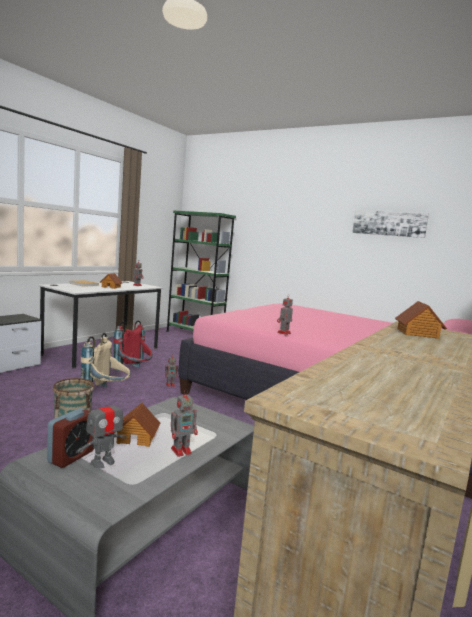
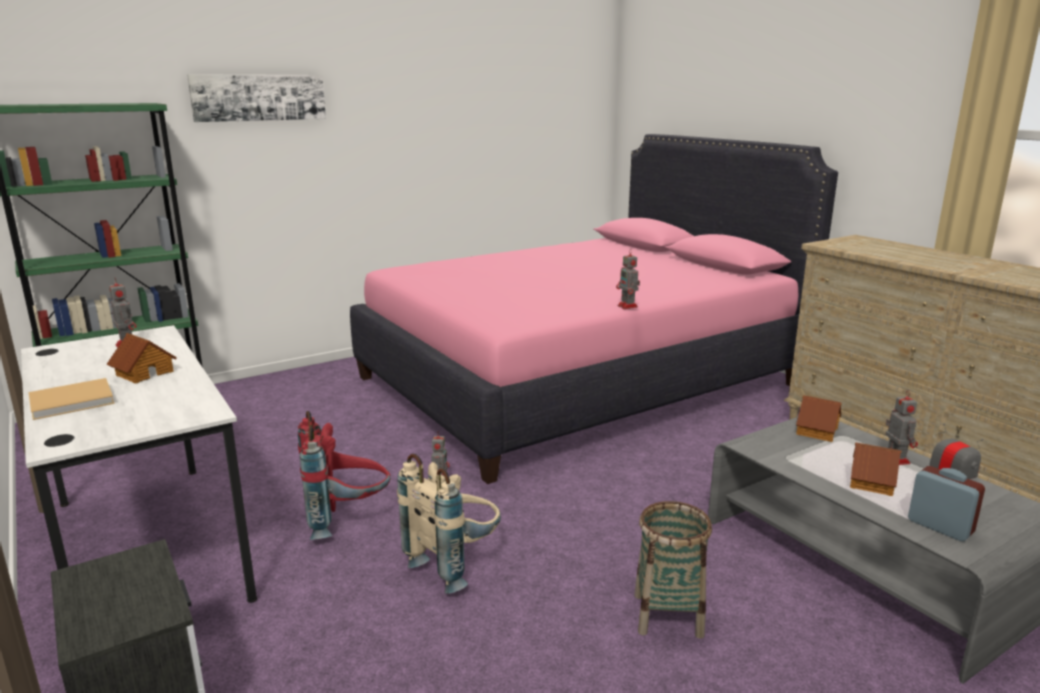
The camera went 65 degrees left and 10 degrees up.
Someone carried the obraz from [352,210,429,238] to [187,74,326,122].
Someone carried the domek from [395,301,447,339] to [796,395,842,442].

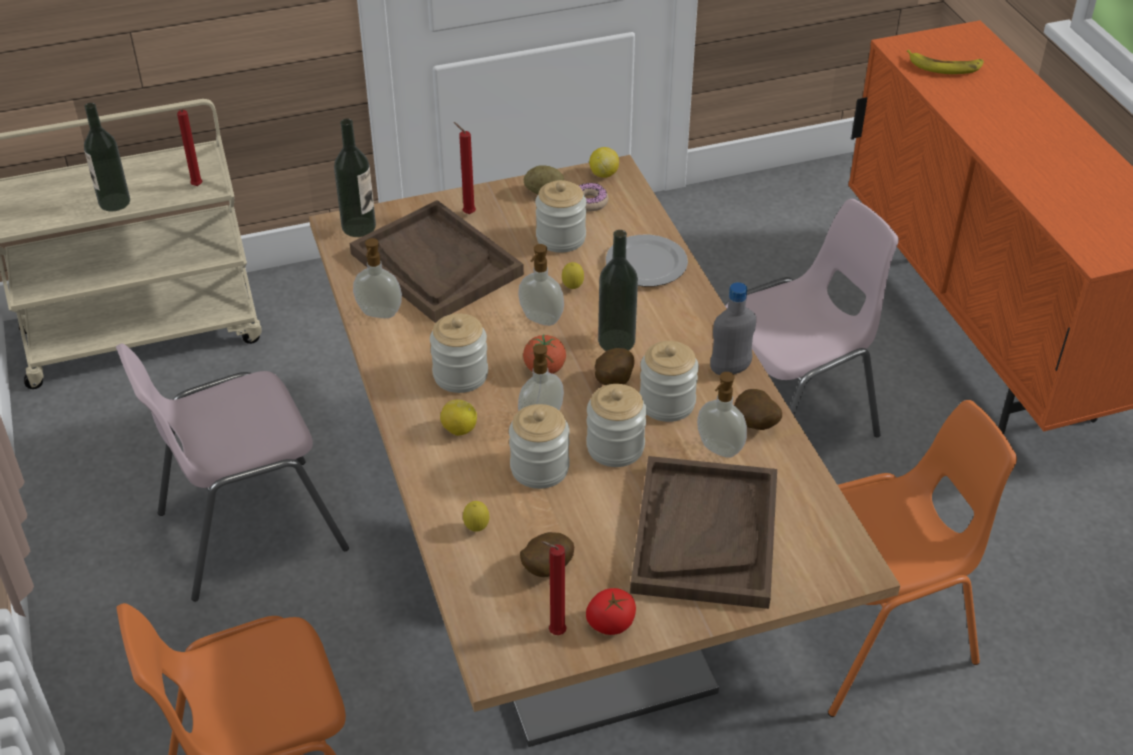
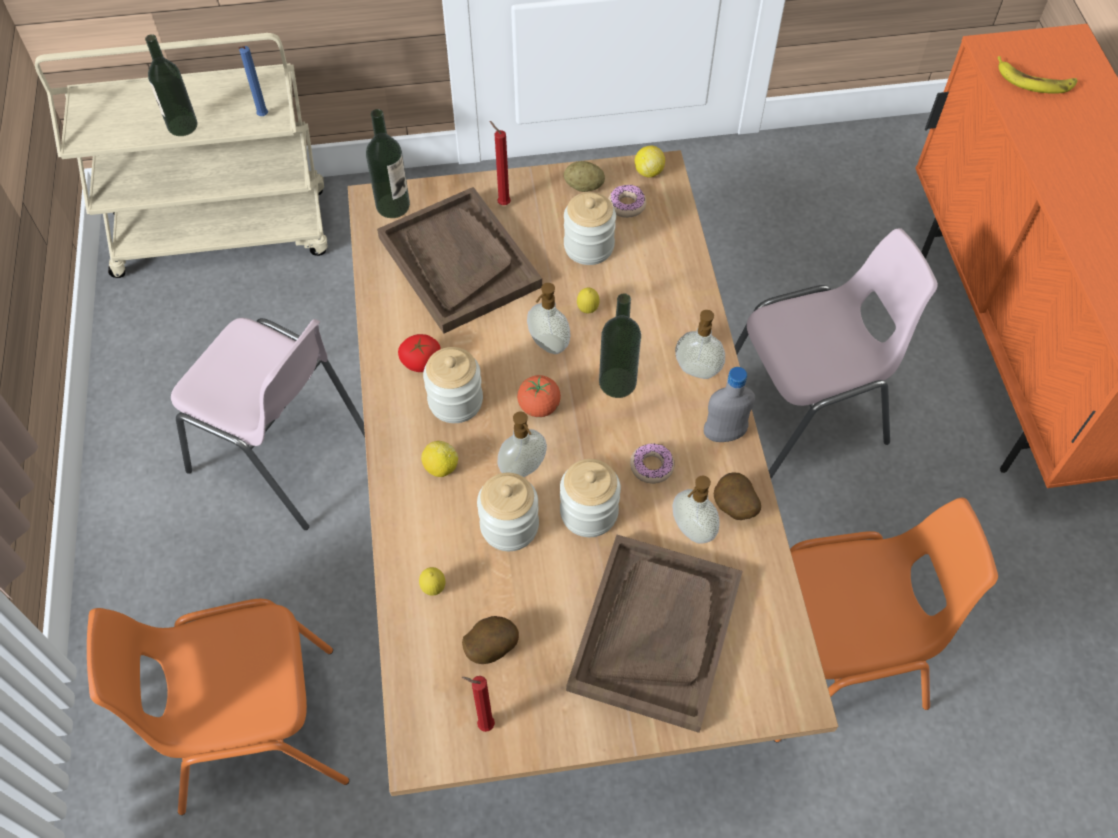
The camera went 10 degrees right and 15 degrees up.
Someone rotated the krzesło/różowy at [116,343,349,601] by 135 degrees counterclockwise.
Someone repainted the świeca/czerwony at [177,109,202,186], which became the świeca/niebieski at [238,46,268,116].
Someone carried the dozownik mydła from [353,238,402,318] to [675,310,725,379].
Someone carried the pomidor from [586,588,636,635] to [398,334,440,372].
Someone took away the ziemniak at [595,348,635,385].
Someone took away the talerz at [606,235,688,287].
Someone swapped the słoik at [639,341,699,422] for the donut at [630,443,675,484].

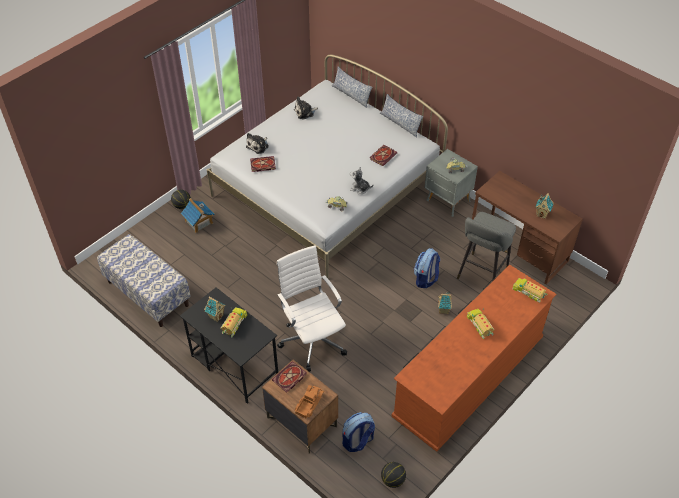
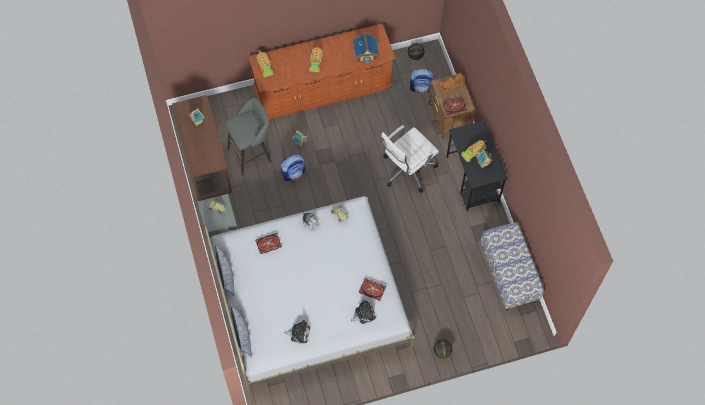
The camera went 150 degrees left and 15 degrees up.
Someone carried the domek from [181,198,214,233] to [353,32,379,64].
Someone rotated the krzesło biurowe/biały at [277,245,347,372] by 45 degrees clockwise.

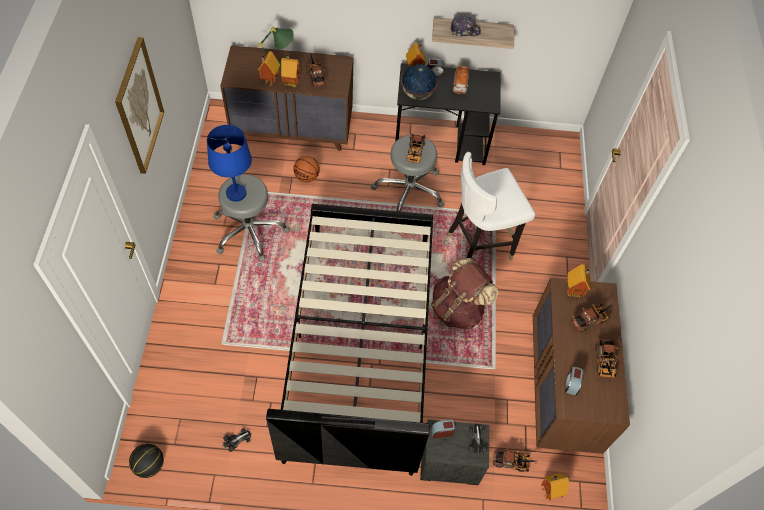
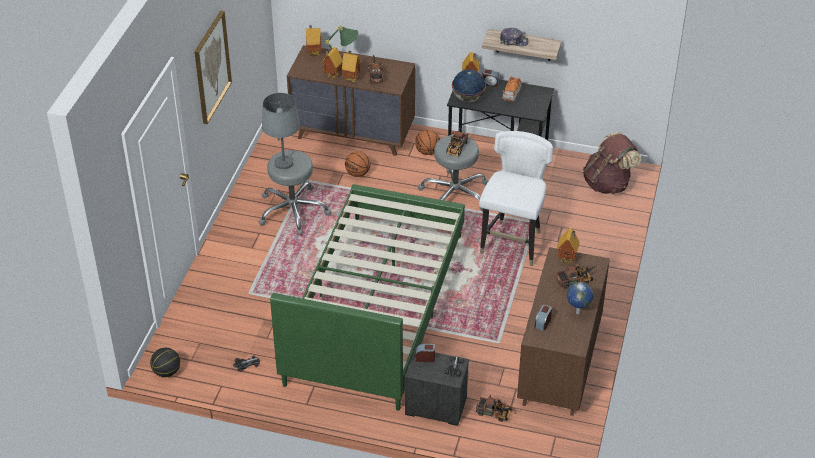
The camera went 15 degrees right and 15 degrees down.
Someone repainted the lampa stołowa/niebieski at [207,125,252,202], which became the lampa stołowa/szary at [262,93,300,169].
Someone repainted the łóżko/czarny at [266,204,433,476], which became the łóżko/zielony at [270,184,465,411].
Someone carried the plecak/brązowy from [431,258,498,330] to [583,132,641,194].
Someone rotated the krzesło/biały at [447,152,535,260] by 120 degrees clockwise.
Someone carried the domek from [541,473,569,500] to [306,25,322,55].
Someone swapped the ciężarówka zabawkowa at [595,339,619,382] for the globus at [567,282,593,314].
Someone put down the piłka do koszykówki at [415,130,440,155].

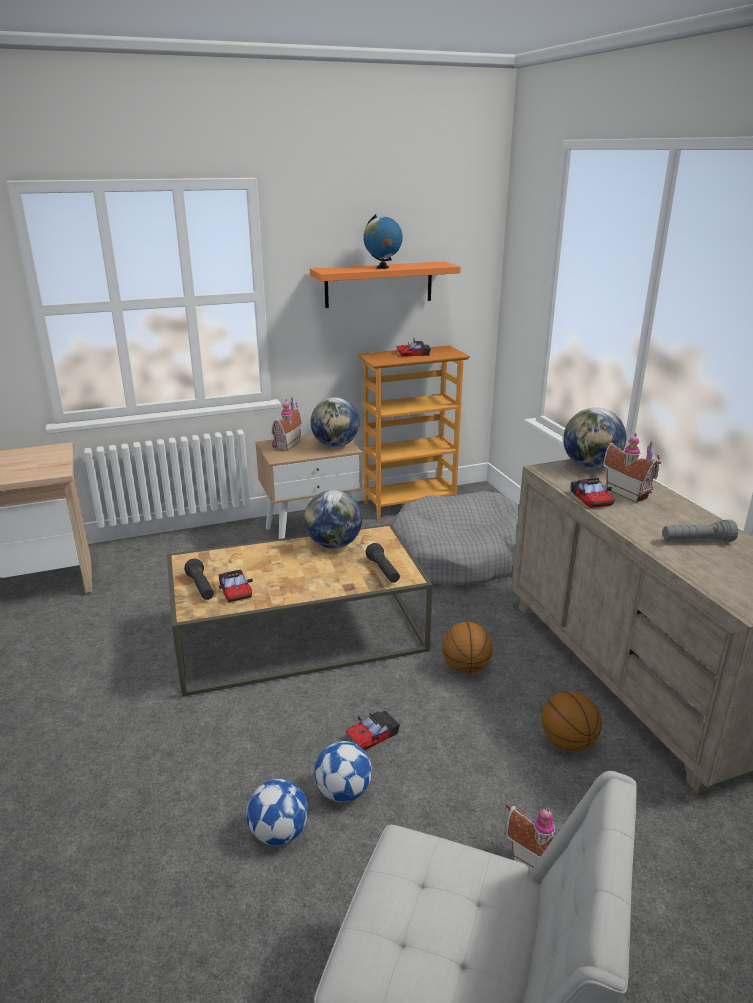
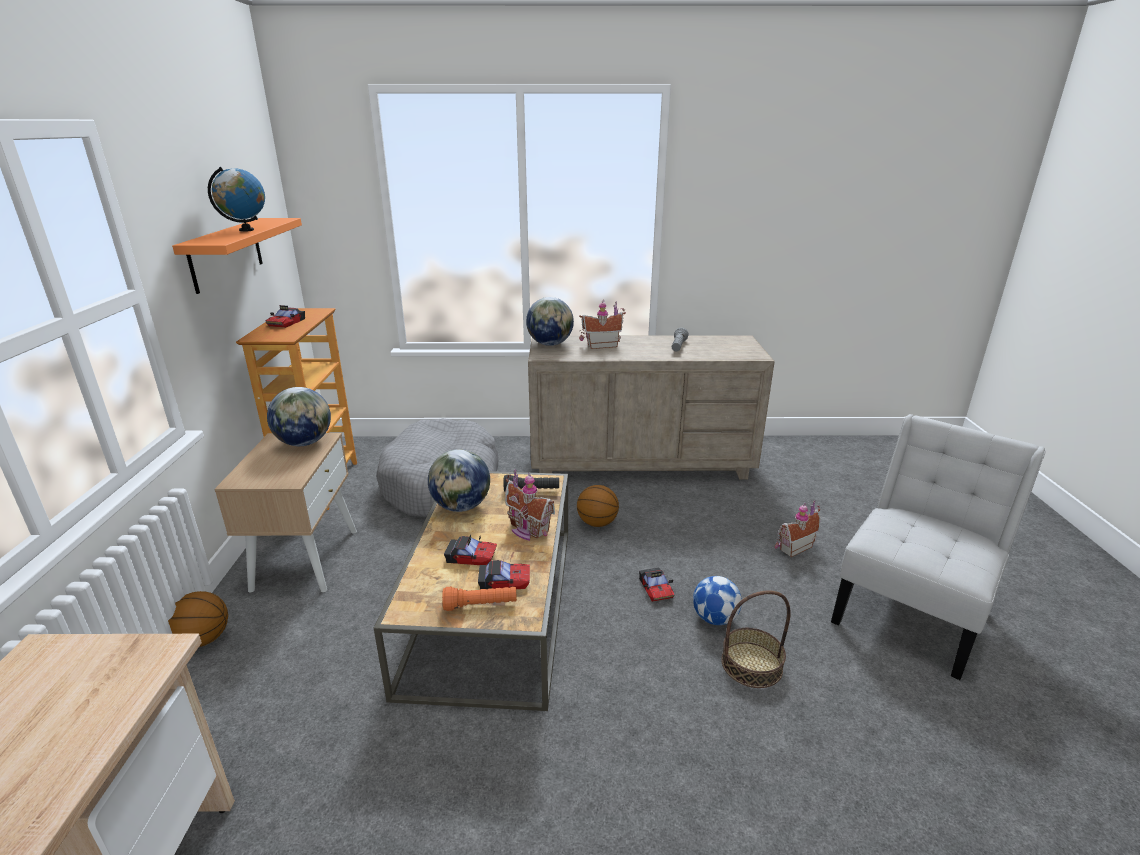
The camera went 70 degrees left and 0 degrees up.
Someone repainted the latarka/czarny at [184,559,214,600], which became the latarka/pomarańczowy at [442,587,517,611].
Someone swapped the piłka futbolowa at [246,779,308,846] for the koszyk at [721,590,791,688].
Someone carried the domek from [272,397,302,451] to [505,469,555,541].
Someone carried the piłka do koszykówki from [542,691,602,752] to [168,591,228,647].
Someone carried the samochodzik from [571,478,615,508] to [444,535,497,565].

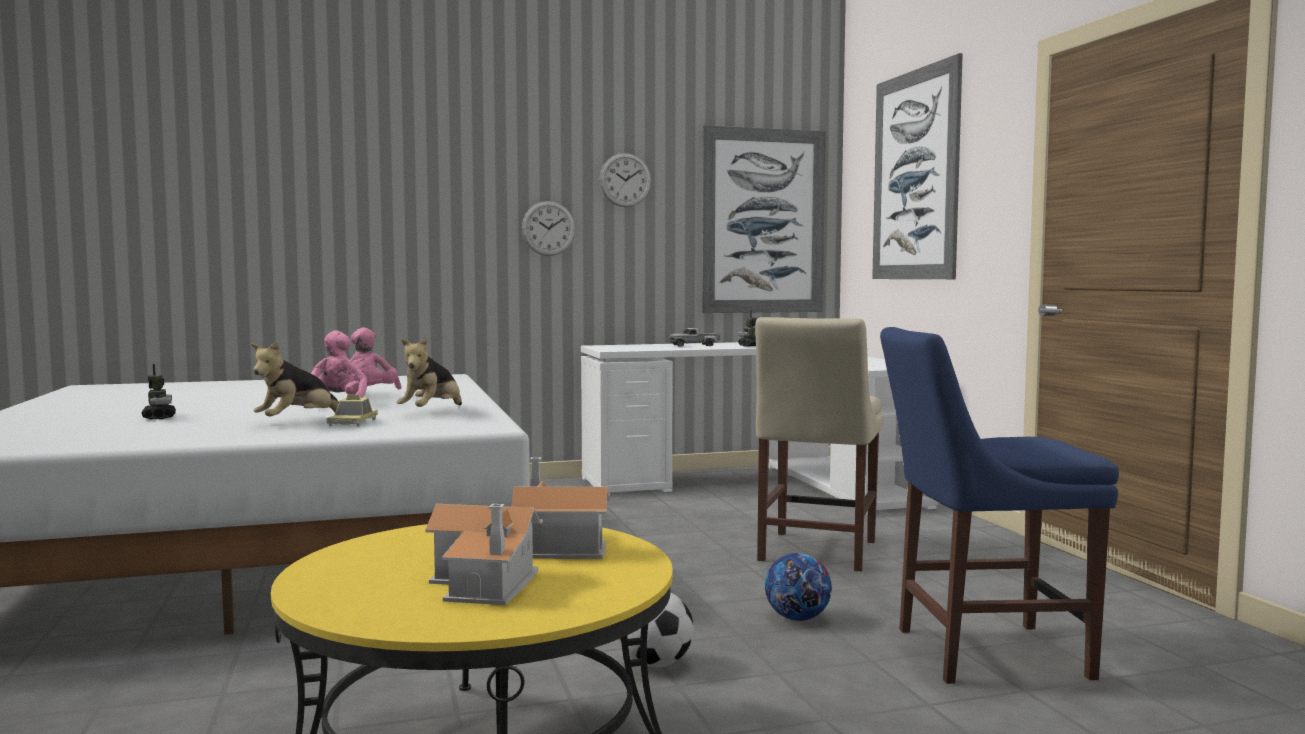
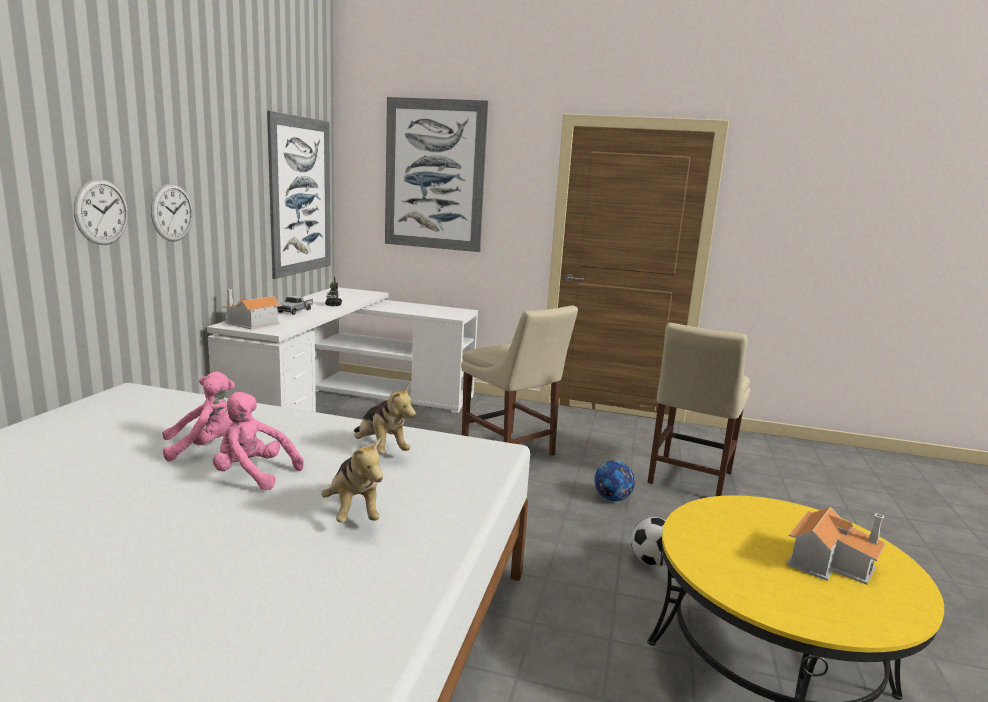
The camera went 60 degrees left and 10 degrees up.
Someone took away the robot zabawkowy at [141,364,176,420].
Someone took away the samochodzik at [326,395,378,426].
Someone rotated the pluszak/różowy at [350,328,401,389] by 60 degrees counterclockwise.
Someone carried the domek from [511,457,609,559] to [222,289,282,330].
Someone carried the zegar ścienny from [599,153,651,207] to [74,179,128,245].
Someone repainted the krzesło/niebieski at [880,327,1119,684], which became the krzesło/beżowy at [647,323,750,496].

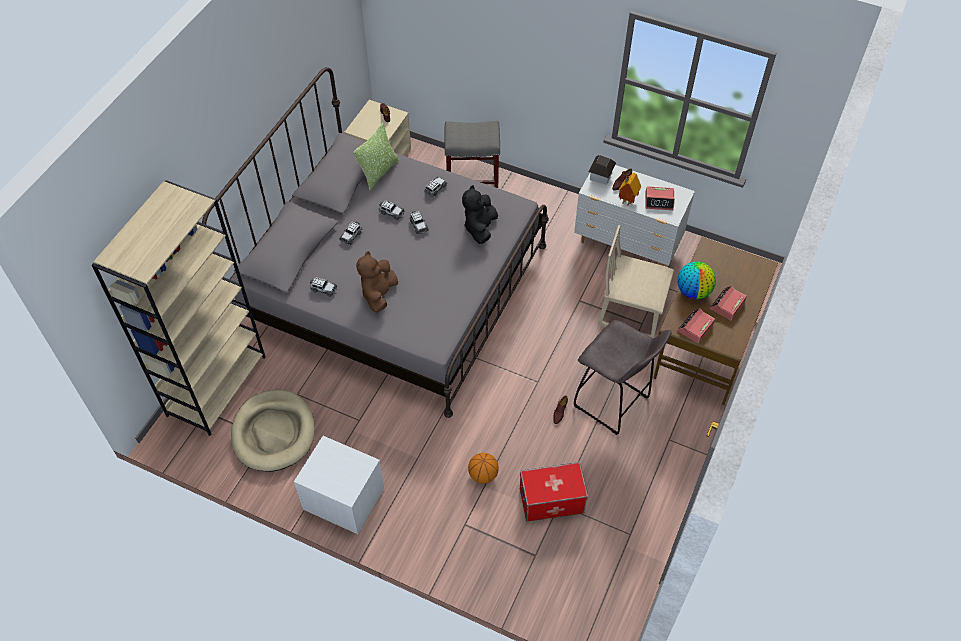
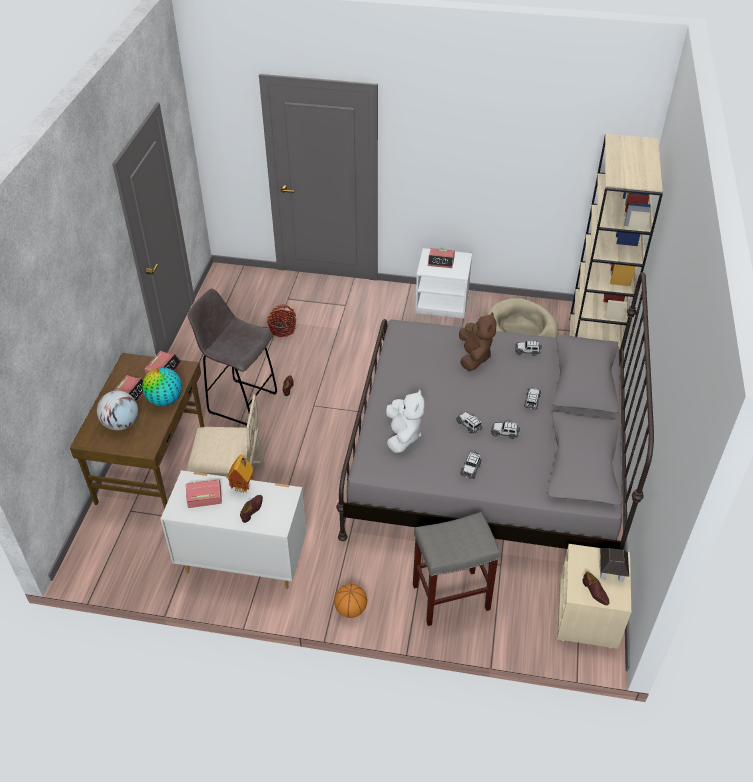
The camera went 165 degrees right and 10 degrees down.
Someone took away the poduszka at [353,123,399,190].
Someone repainted the pluszak/czarny at [462,185,498,244], which became the pluszak/biały at [386,389,425,453].
Someone carried the piłka do koszykówki from [468,453,499,484] to [334,584,367,618].
Someone swapped the pojemnik do przechowywania at [520,462,588,521] for the koszyk at [267,304,296,337].
Someone carried the domek from [588,155,616,185] to [599,548,629,582].
Someone put down the globus at [97,391,138,430].
Someone put down the budzik at [428,248,455,268].

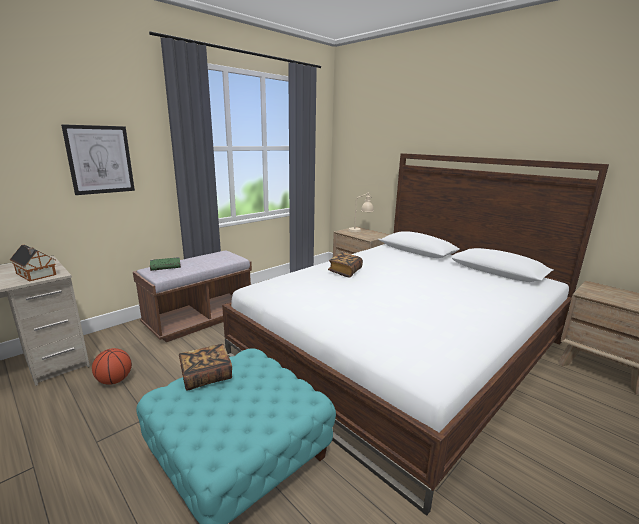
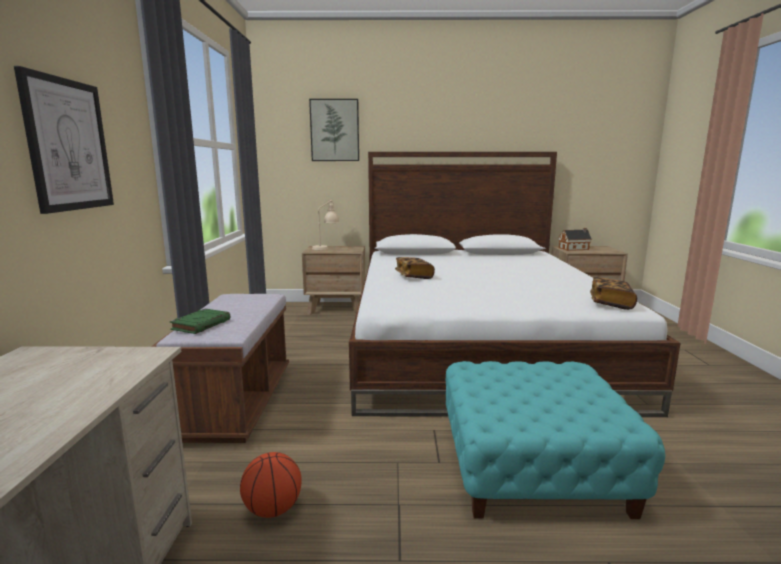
The camera went 45 degrees left and 5 degrees down.
Someone carried the domek from [10,245,56,281] to [558,228,592,251].
Someone carried the książka from [179,344,232,391] to [590,277,637,310].
Someone put up the obraz at [309,99,359,161].

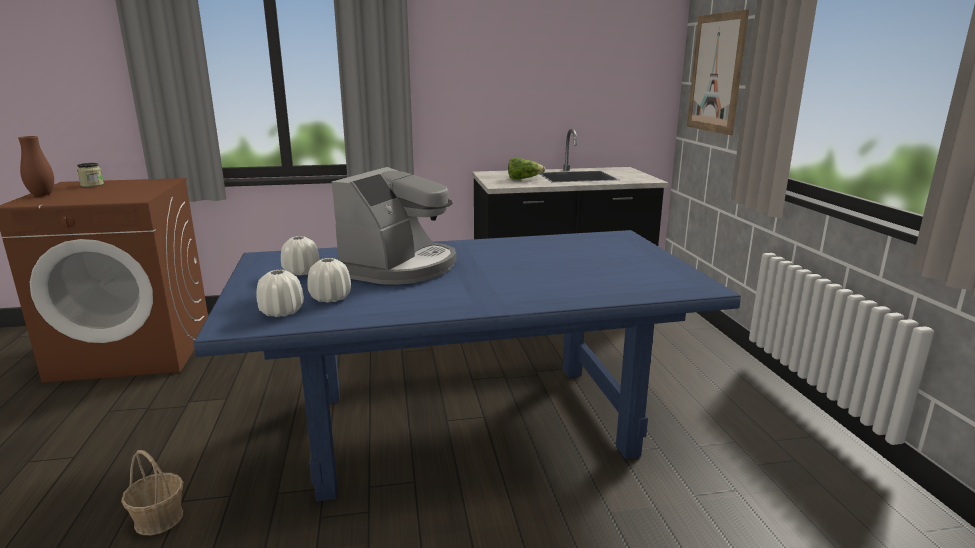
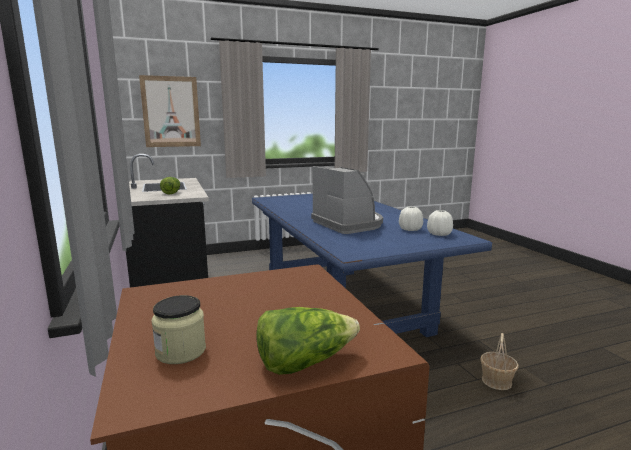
The camera went 100 degrees left and 5 degrees down.
Someone swapped the wazon/brązowy at [18,136,54,196] for the sałata at [256,307,360,375].
Someone took away the wazon/biały at [281,236,320,276].
Someone rotated the ekspres do kawy at [332,167,456,285] by 45 degrees clockwise.

